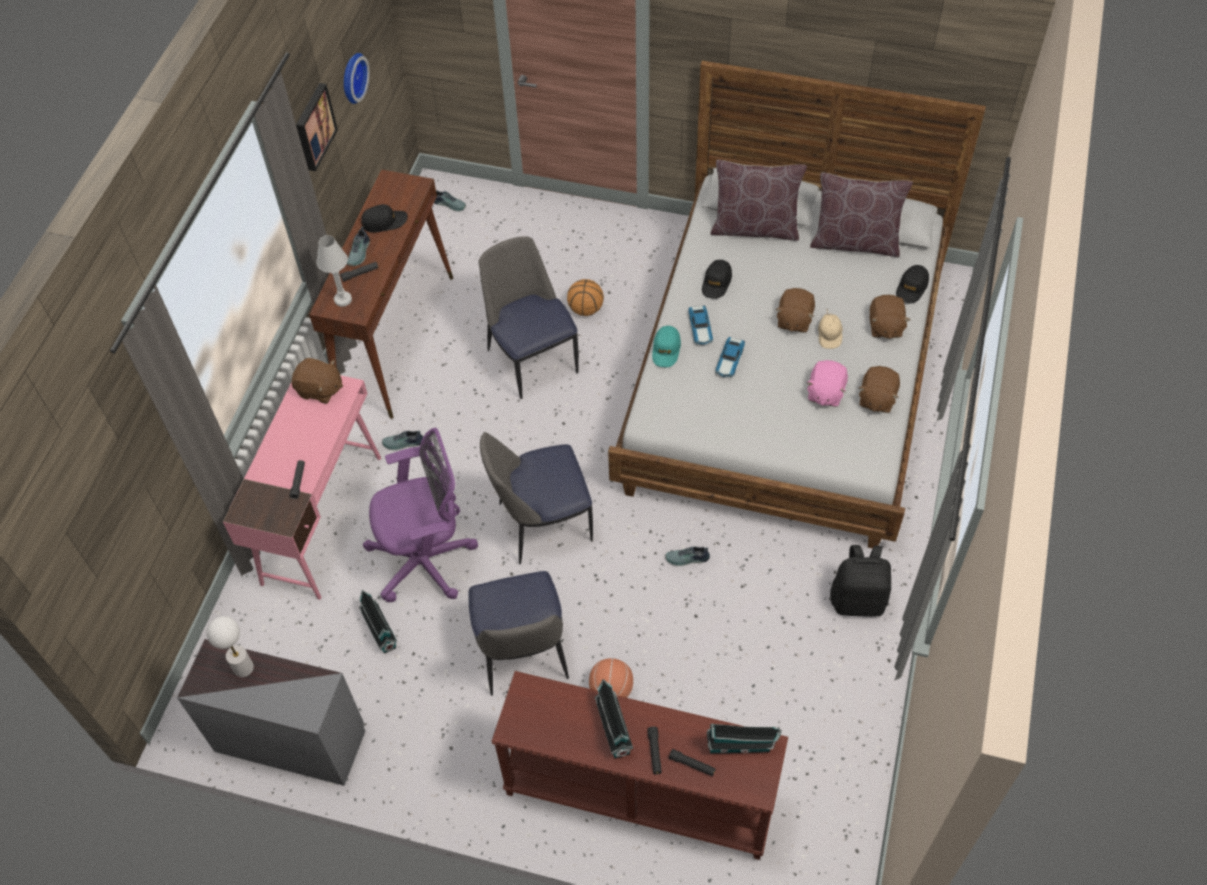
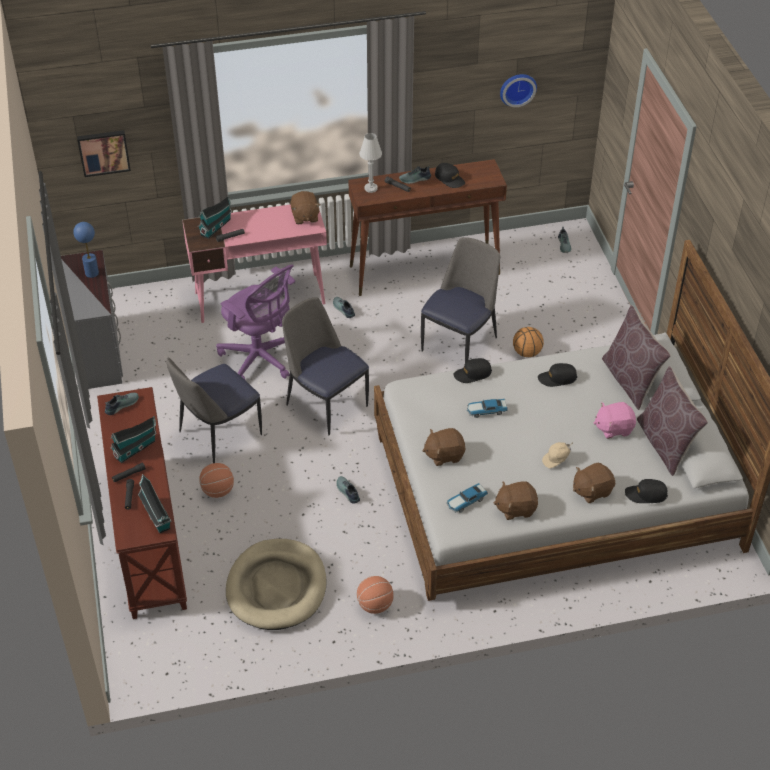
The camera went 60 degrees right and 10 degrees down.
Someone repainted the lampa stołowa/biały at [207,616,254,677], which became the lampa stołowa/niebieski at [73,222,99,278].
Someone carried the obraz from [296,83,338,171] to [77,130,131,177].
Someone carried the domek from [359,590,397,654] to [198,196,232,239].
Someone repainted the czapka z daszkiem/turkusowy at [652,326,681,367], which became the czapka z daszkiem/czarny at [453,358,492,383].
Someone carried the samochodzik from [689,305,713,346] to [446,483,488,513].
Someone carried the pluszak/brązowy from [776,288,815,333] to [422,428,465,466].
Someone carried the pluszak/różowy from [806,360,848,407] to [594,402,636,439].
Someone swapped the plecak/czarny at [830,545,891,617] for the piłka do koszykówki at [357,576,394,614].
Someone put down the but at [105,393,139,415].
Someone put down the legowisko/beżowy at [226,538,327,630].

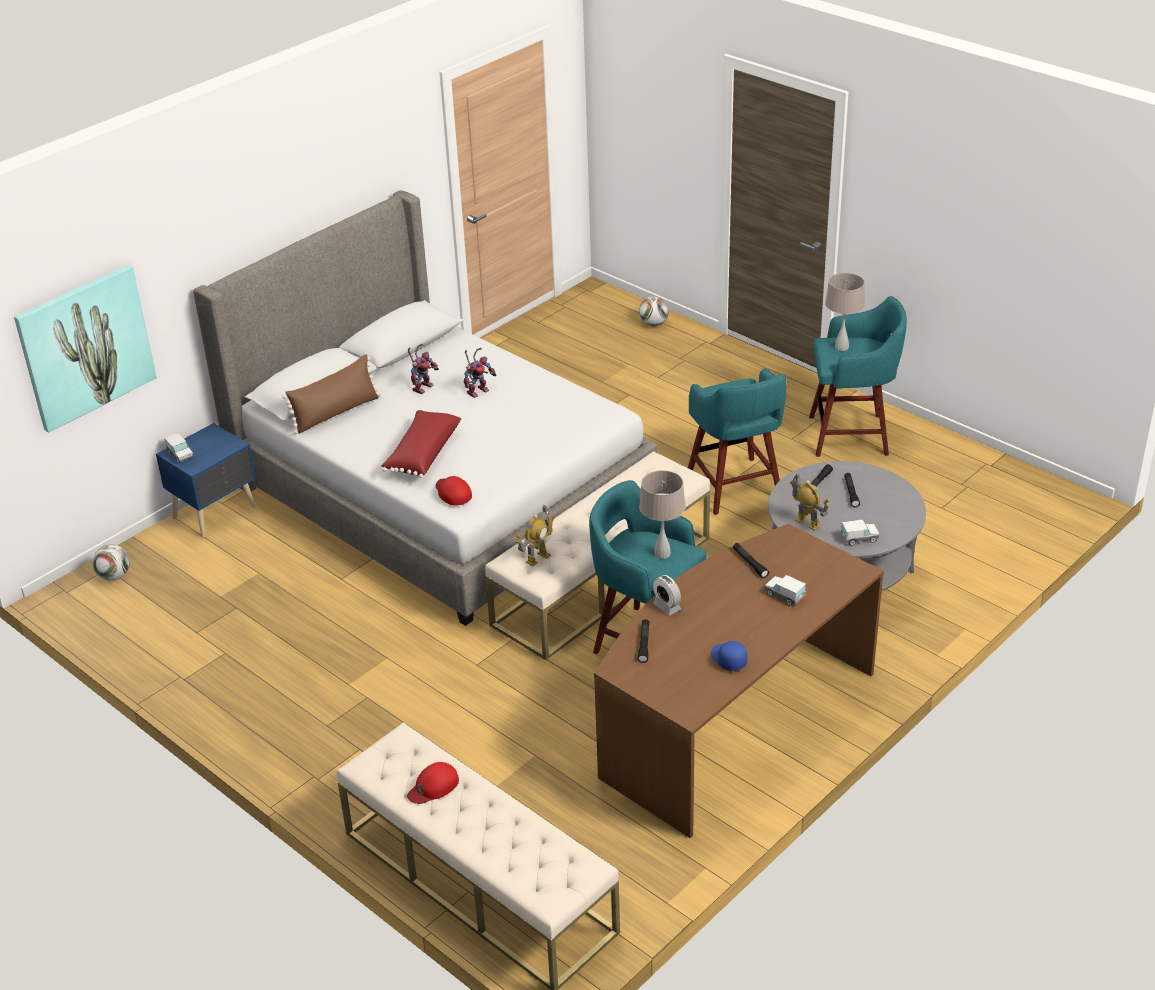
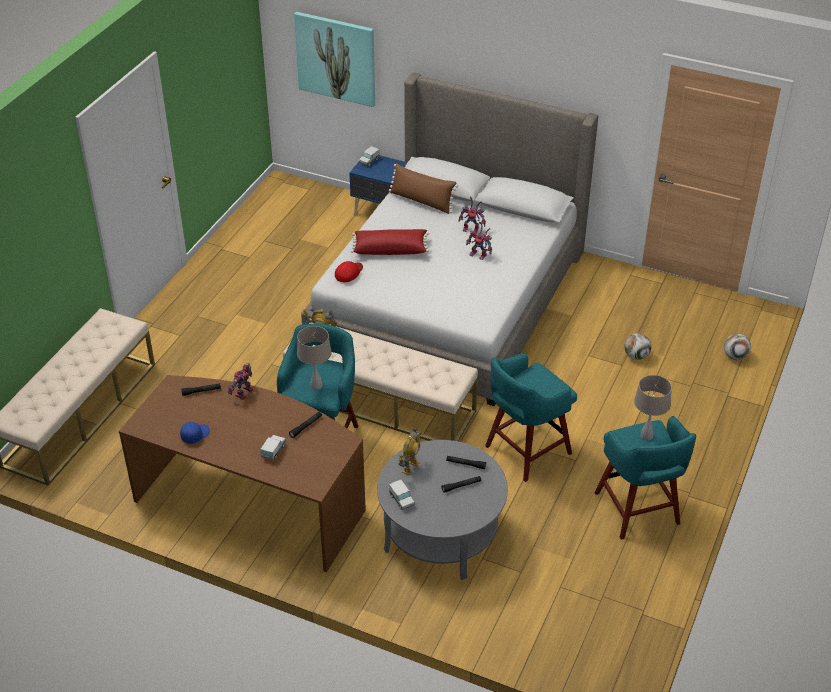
The camera went 70 degrees right and 5 degrees up.
Someone carried the piłka futbolowa from [92,544,130,580] to [624,333,651,360].
Someone took away the czapka z daszkiem/czerwony at [407,762,459,804].
Someone swapped the budzik at [653,575,681,616] for the robot zabawkowy at [228,363,253,399].

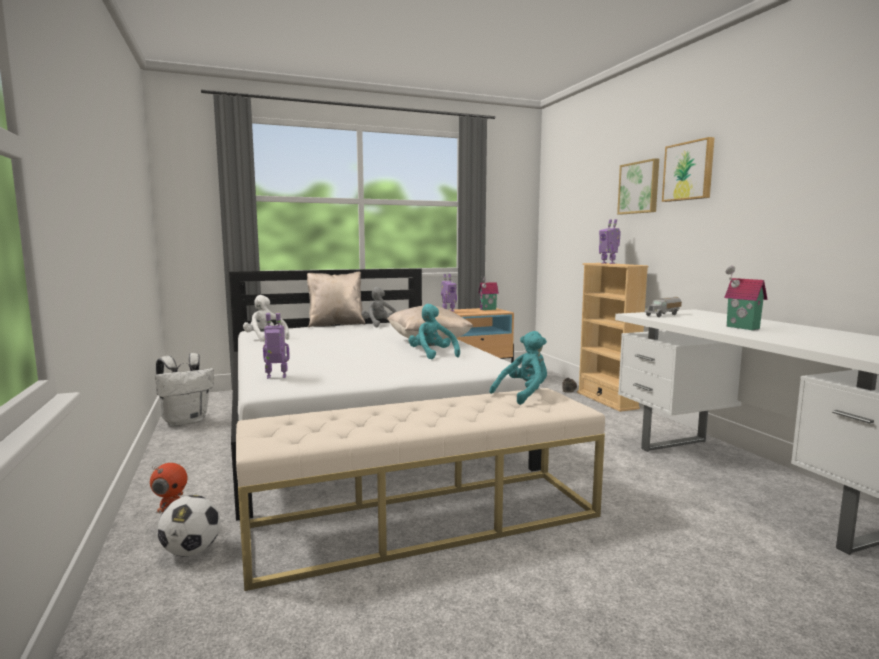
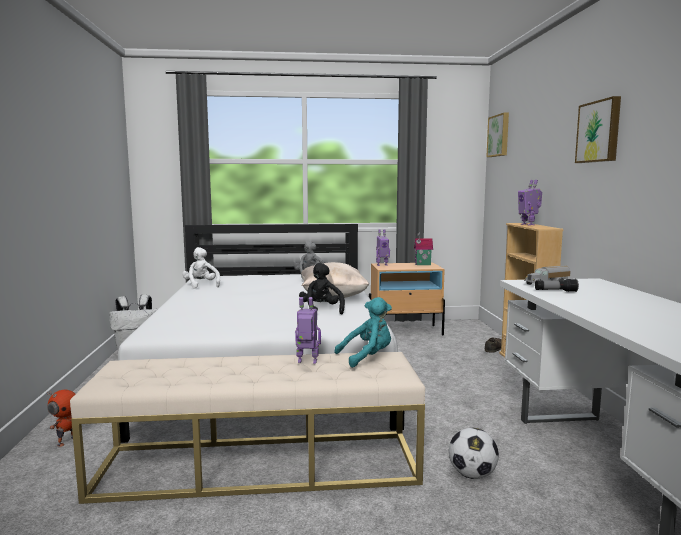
The camera went 15 degrees right and 0 degrees up.
Someone carried the piłka futbolowa from [157,495,220,556] to [449,428,499,479].
Someone carried the robot zabawkowy from [263,313,290,379] to [295,297,321,363].
Someone took away the poduszka/beżowy at [307,272,366,327].
Someone repainted the pluszak/turkusowy at [409,304,460,359], which became the pluszak/czarny at [299,263,345,314].
Someone carried the obraz from [617,158,659,214] to [486,112,509,157].
Someone took away the domek at [724,266,768,330].
Someone put down the latarka at [535,279,579,292].

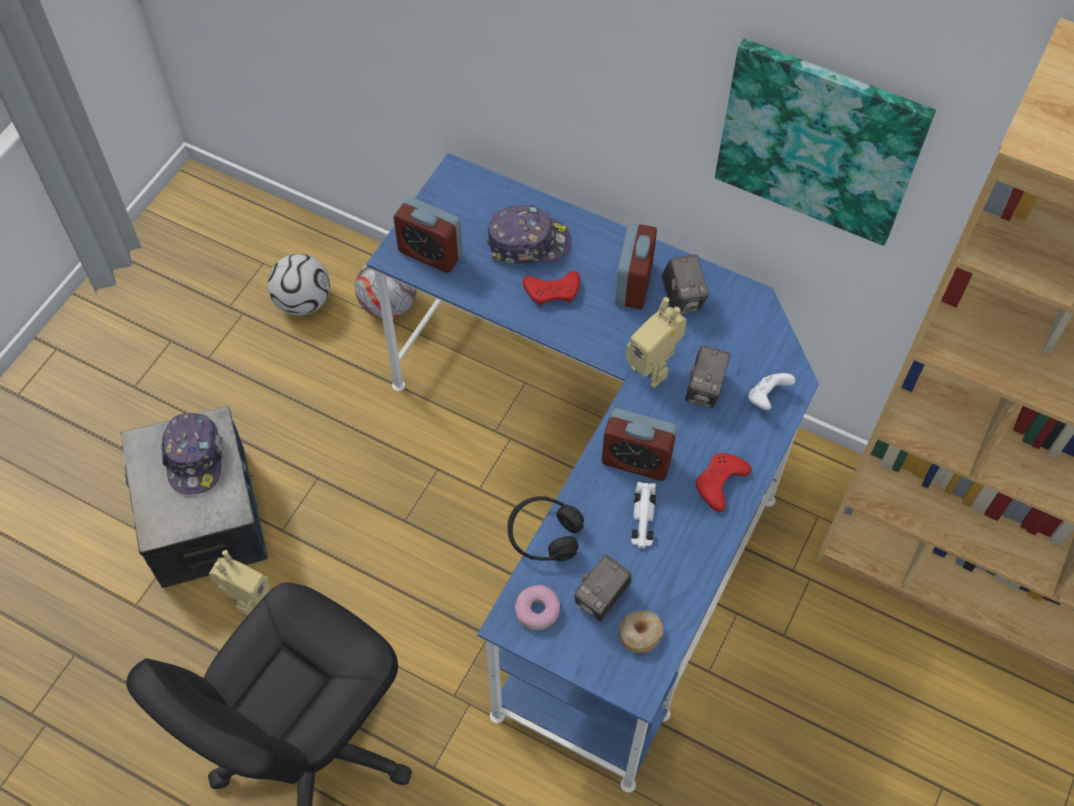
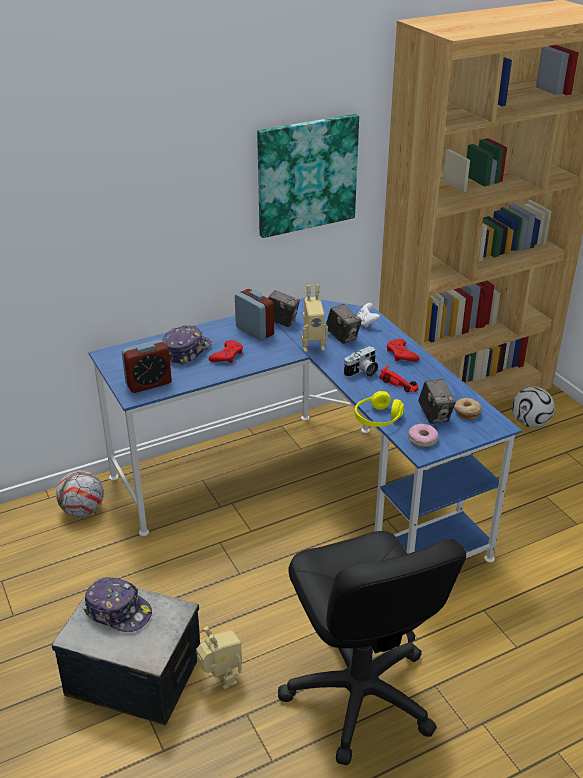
The camera went 55 degrees left and 25 degrees down.
Someone carried the piłka futbolowa from [268,254,330,315] to [512,387,555,428].
Someone repainted the słuchawki/czarny at [507,496,584,561], which became the słuchawki/żółty at [355,391,404,427].
Someone swapped the budzik at [602,408,678,481] for the aparat fotograficzny at [344,346,378,377].
Someone repainted the samochodzik/biały at [631,482,656,548], which became the samochodzik/czerwony at [379,366,418,392].

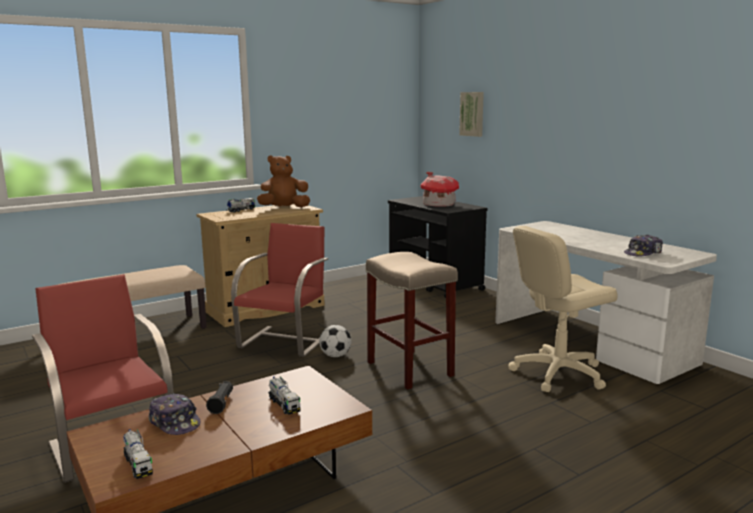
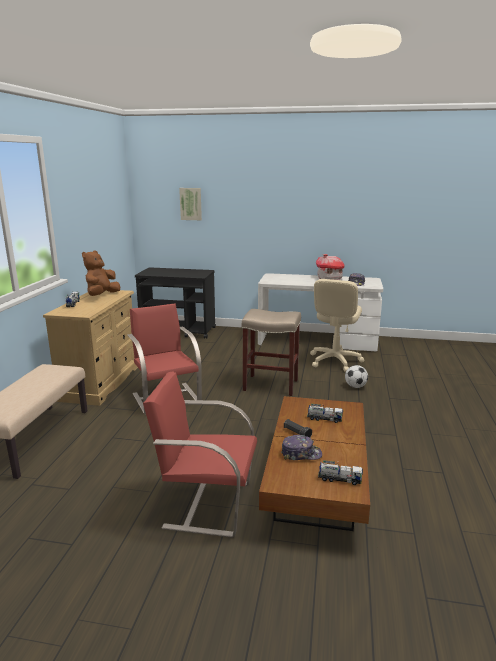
The camera went 45 degrees left and 5 degrees up.
Someone carried the piłka futbolowa from [319,325,351,357] to [345,365,368,388].
Someone carried the domek from [420,172,459,207] to [316,254,345,280].

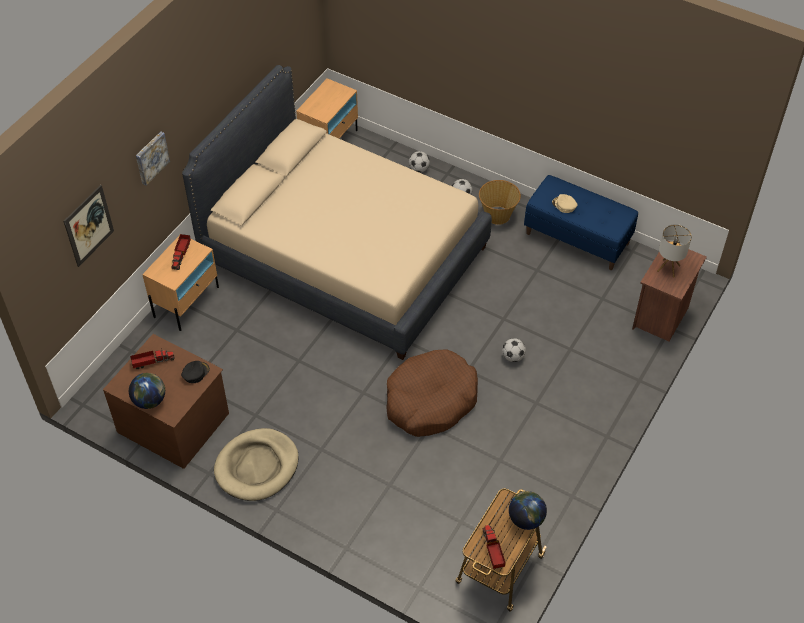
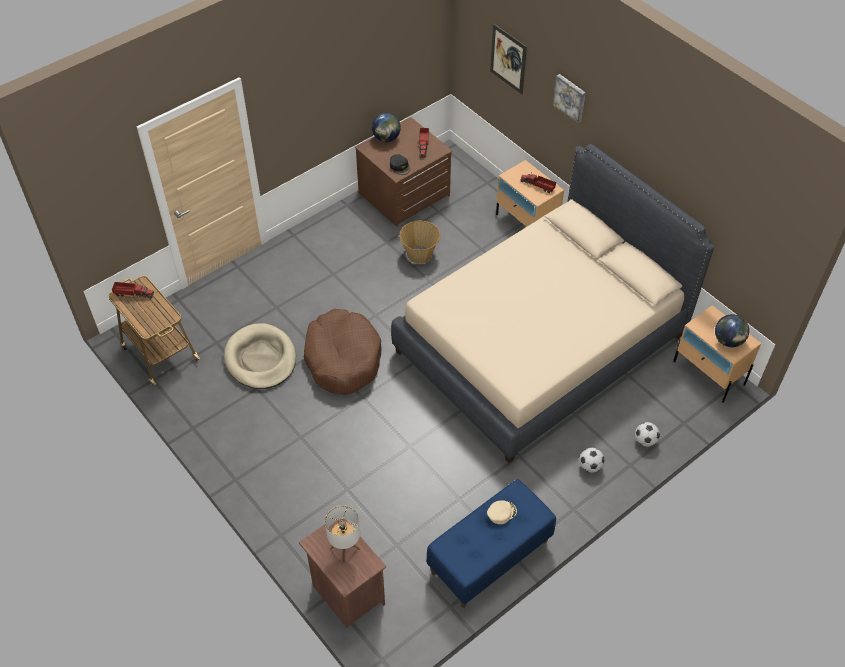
The camera went 110 degrees right and 0 degrees up.
Someone carried the legowisko/beżowy from [214,428,299,501] to [224,323,296,389].
Someone carried the koszyk from [479,180,521,225] to [399,221,441,264].
Someone took away the piłka futbolowa at [502,338,526,362].
Someone carried the globus from [509,491,547,530] to [715,314,749,347].

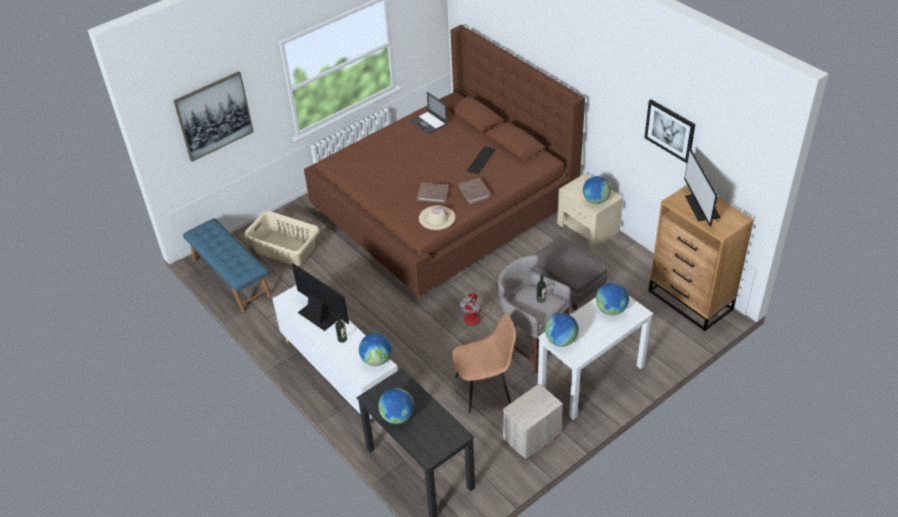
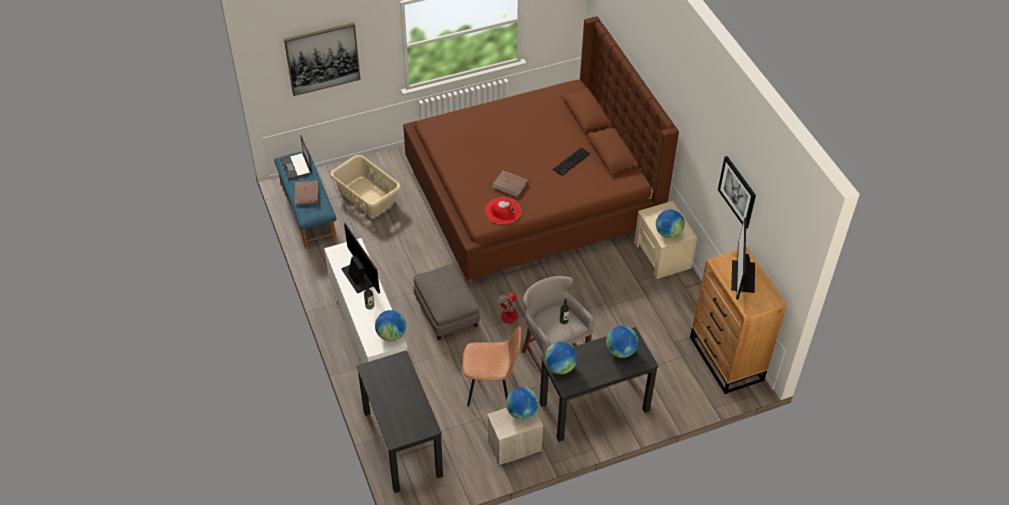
The camera went 15 degrees right and 5 degrees up.
Someone carried the globus from [378,388,414,424] to [506,387,538,420].
Someone carried the laptop from [410,92,447,134] to [280,135,313,180].
Someone repainted the kapelusz/beżowy at [419,206,455,230], which became the kapelusz/czerwony at [485,197,521,224].
Someone carried the książka/brązowy from [459,178,491,204] to [295,181,319,205].
Someone carried the pufa/szary from [533,236,607,310] to [414,263,480,340].
Someone repainted the biurko/biały at [538,296,653,420], which became the biurko/czarny at [540,327,659,442].

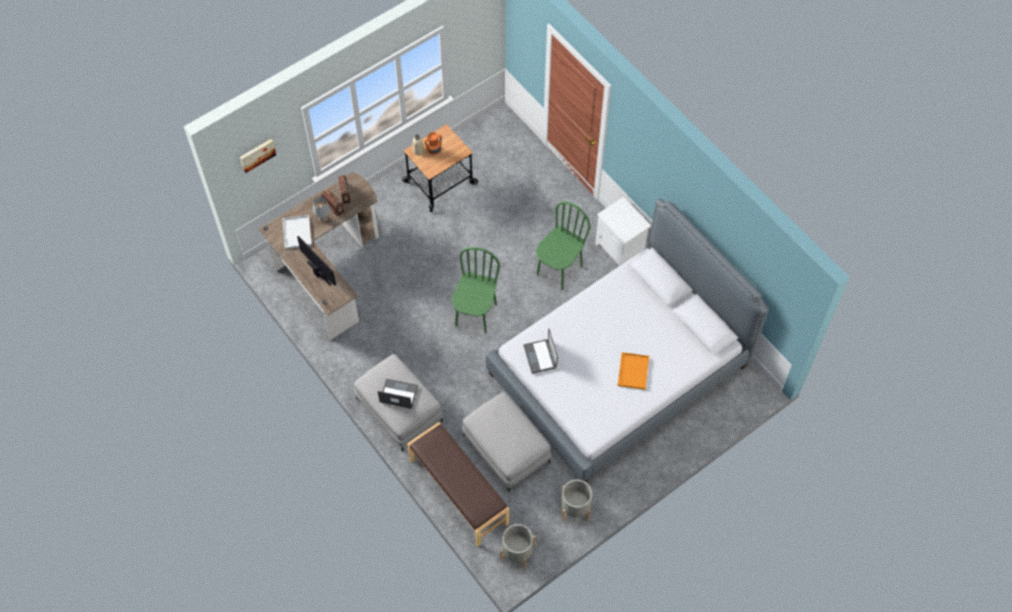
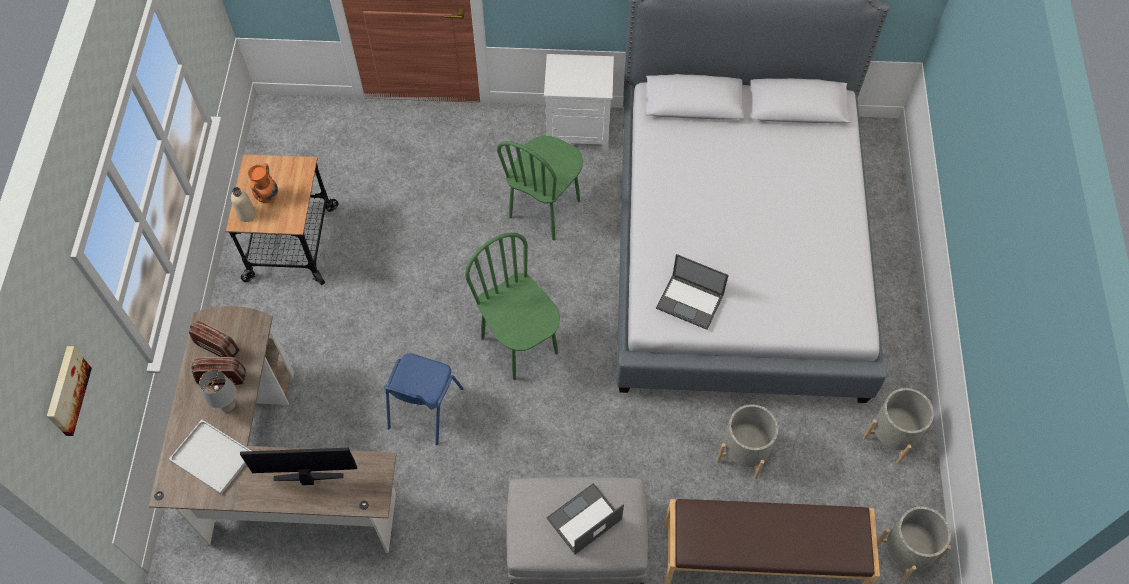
The camera went 50 degrees left and 0 degrees up.
Someone swapped the pufa/szary at [462,392,551,492] for the donica/szary at [717,404,779,479].
Someone rotated the krzesło/zielony at [536,201,591,290] by 135 degrees counterclockwise.
Someone took away the taca/pomarańczowy at [618,352,649,390].
Someone put down the krzesło/niebieski at [384,353,464,445].

